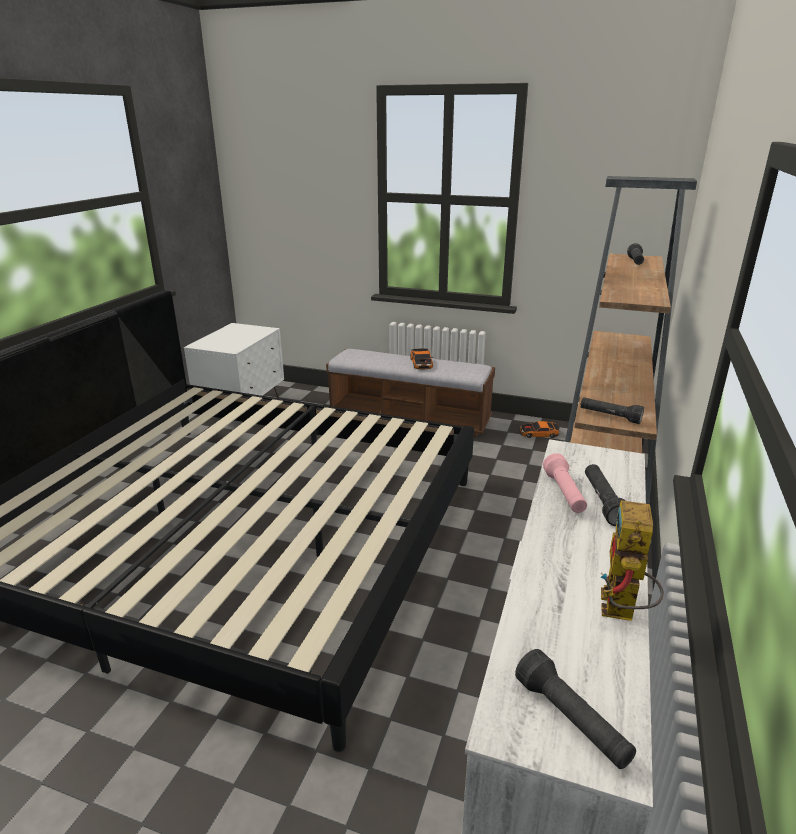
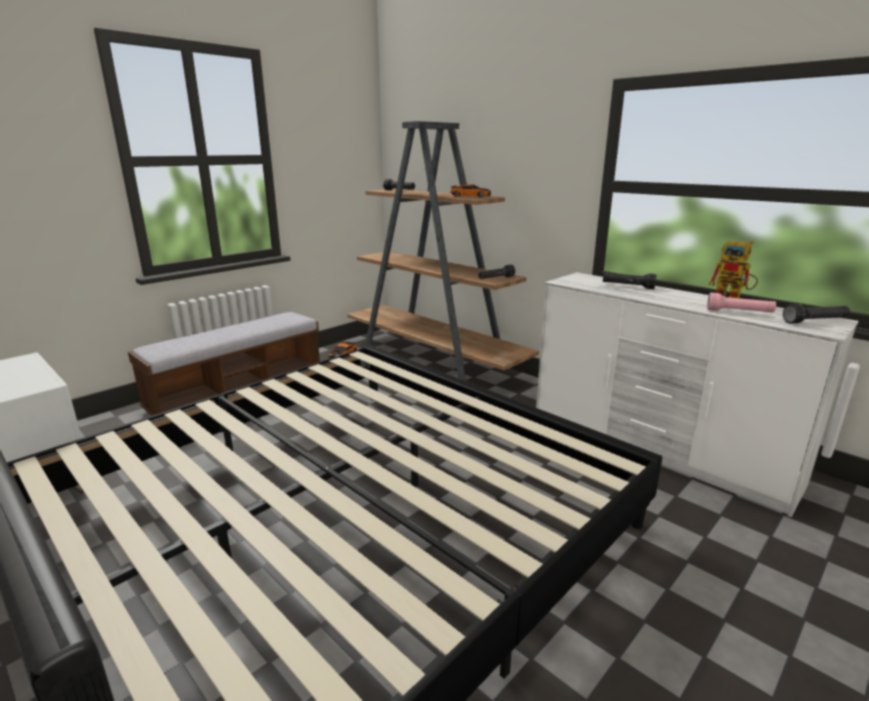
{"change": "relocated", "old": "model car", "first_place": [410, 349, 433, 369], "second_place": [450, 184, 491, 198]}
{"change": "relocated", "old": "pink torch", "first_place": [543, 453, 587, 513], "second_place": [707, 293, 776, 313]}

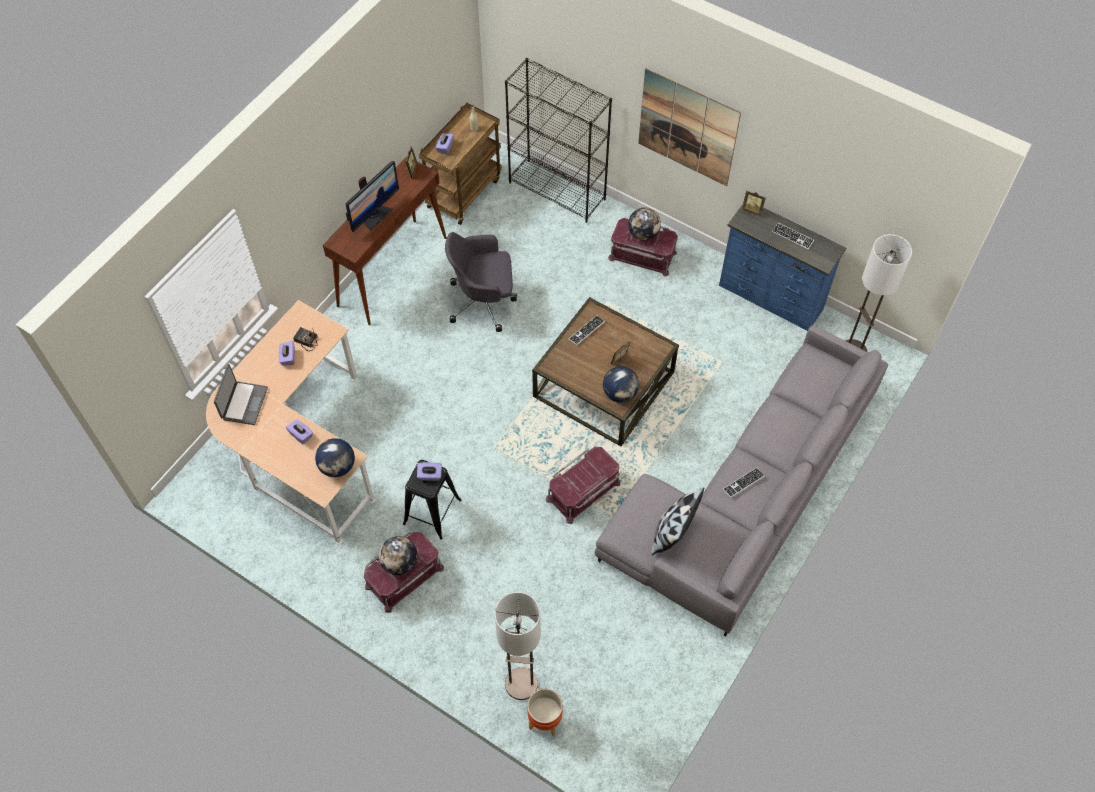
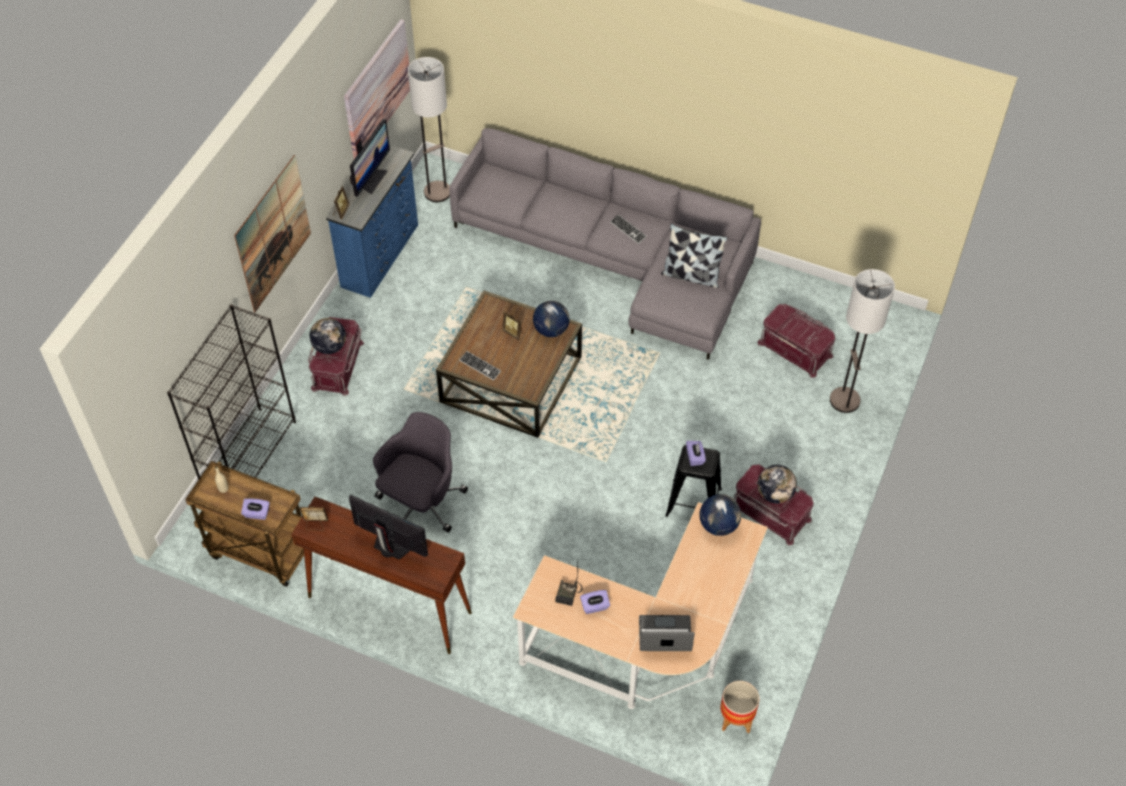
{"change": "appeared", "new": "picture", "second_place": [344, 19, 410, 159]}
{"change": "exchanged", "old": "computer keyboard", "new": "computer screen", "first_place": [772, 223, 814, 249], "second_place": [350, 119, 390, 197]}
{"change": "spun", "old": "greyish office chair", "first_place": [445, 232, 517, 332], "second_place": [373, 412, 468, 533], "degrees": -135}
{"change": "relocated", "old": "flower pot", "first_place": [527, 689, 563, 736], "second_place": [720, 681, 759, 733]}
{"change": "relocated", "old": "red-coloured storage bin", "first_place": [546, 447, 620, 524], "second_place": [758, 304, 835, 378]}
{"change": "missing", "old": "purple tissue box", "first_place": [286, 420, 313, 444]}

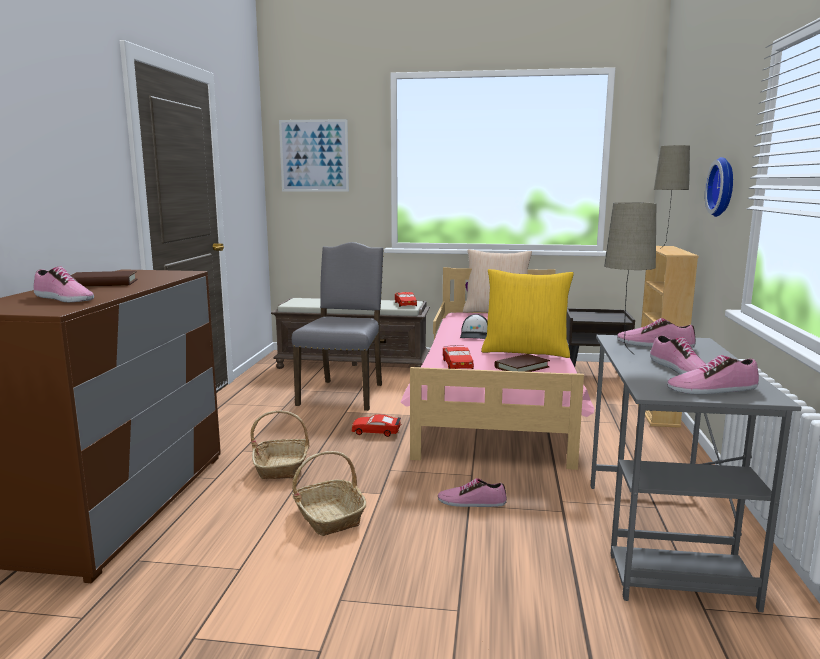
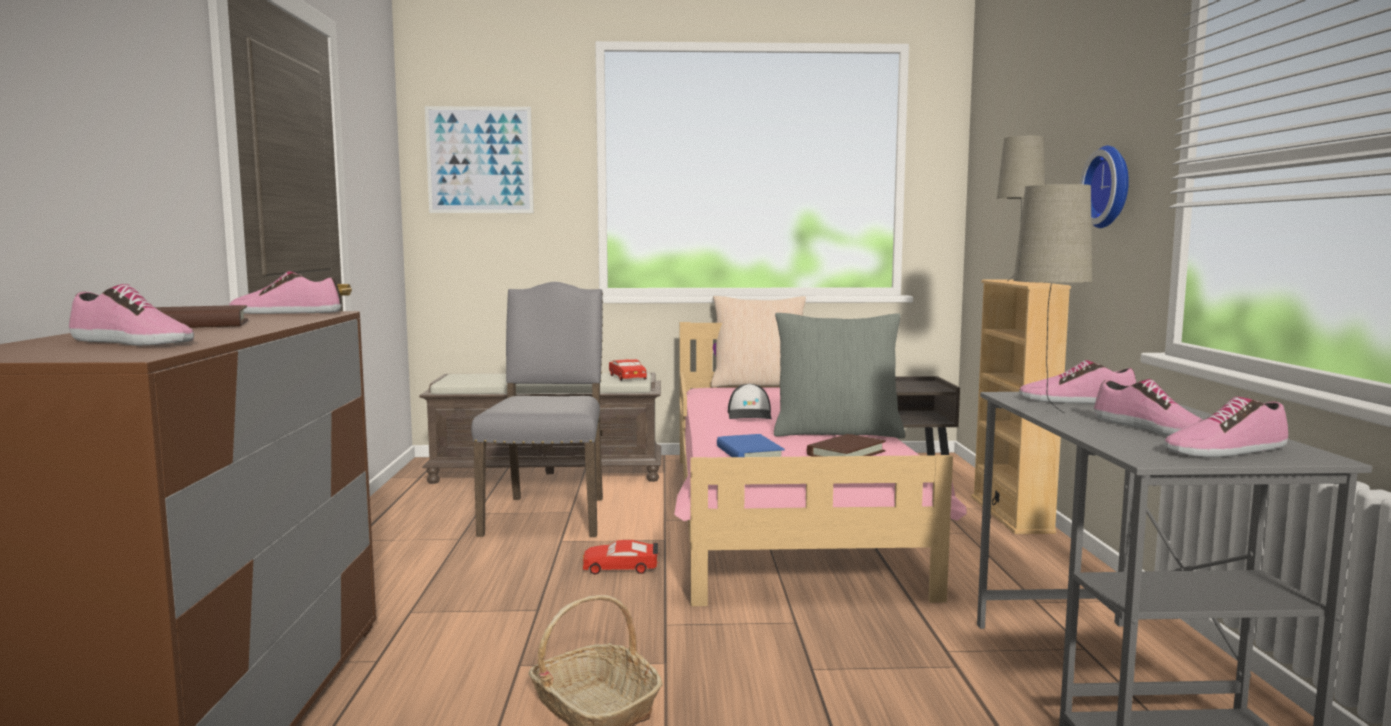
{"change": "relocated", "old": "item of footwear", "first_place": [438, 478, 507, 507], "second_place": [229, 271, 342, 314]}
{"change": "exchanged", "old": "red-coloured model car", "new": "blue bound book", "first_place": [443, 345, 474, 369], "second_place": [717, 434, 785, 457]}
{"change": "colour", "old": "yellow-coloured throw pillow", "new": "greyish throw pillow", "first_place": [481, 269, 574, 358], "second_place": [774, 313, 905, 439]}
{"change": "missing", "old": "household basket", "first_place": [250, 411, 310, 479]}

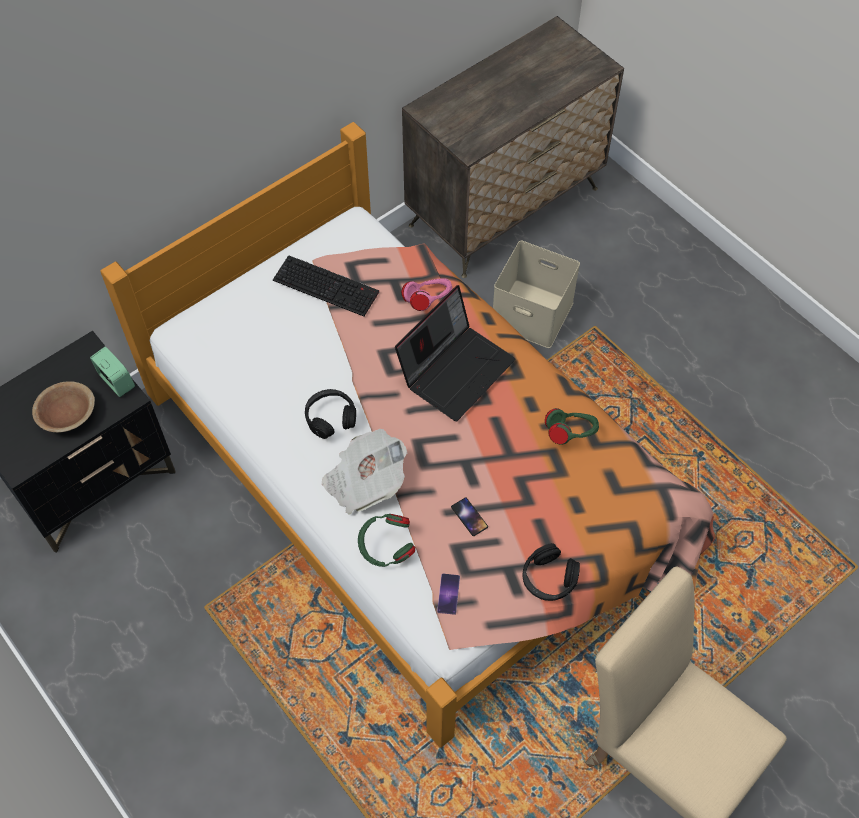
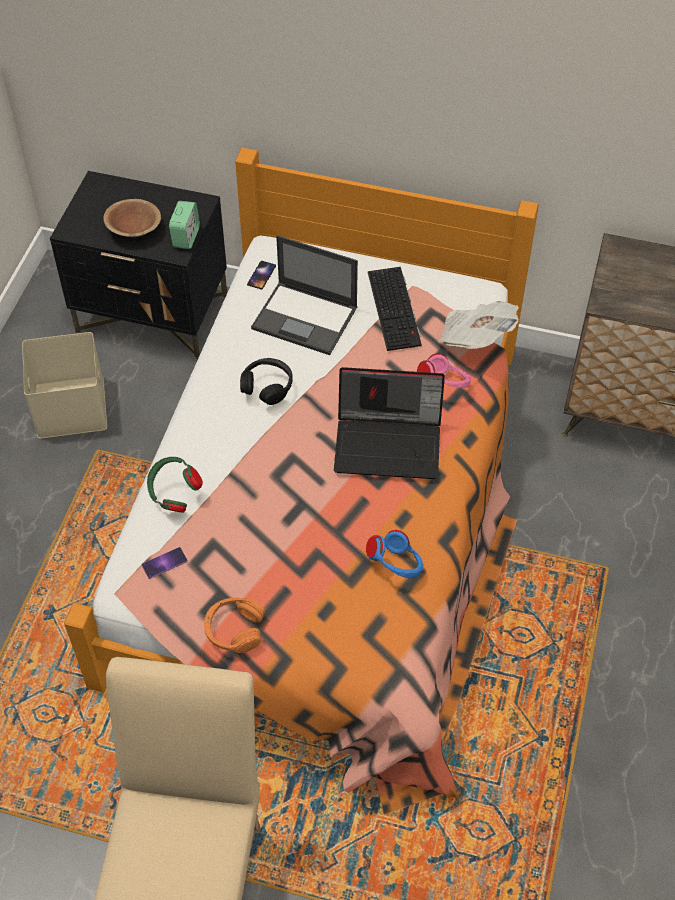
{"change": "relocated", "old": "beige-coloured storage bin", "first_place": [493, 240, 580, 348], "second_place": [22, 332, 107, 439]}
{"change": "colour", "old": "blackish headphones", "new": "orange headphones", "first_place": [522, 543, 580, 601], "second_place": [204, 598, 265, 653]}
{"change": "relocated", "old": "handset", "first_place": [451, 498, 488, 536], "second_place": [247, 261, 276, 290]}
{"change": "appeared", "new": "notebook computer", "second_place": [251, 235, 358, 355]}
{"change": "colour", "old": "green-coloured headphones", "new": "blue headphones", "first_place": [545, 408, 599, 445], "second_place": [366, 530, 424, 578]}
{"change": "relocated", "old": "daily paper", "first_place": [322, 429, 407, 515], "second_place": [438, 301, 519, 349]}

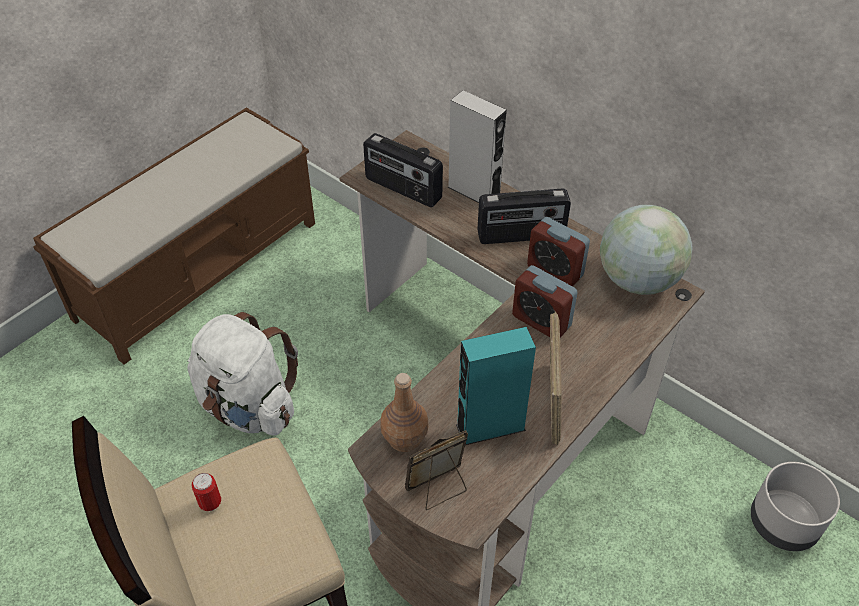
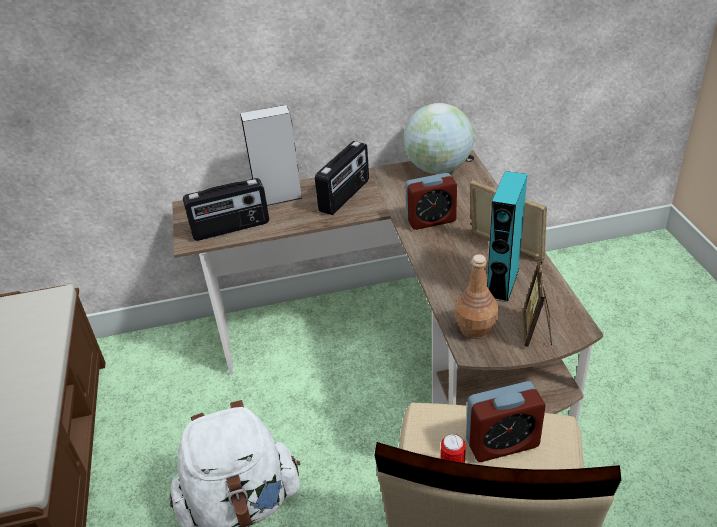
{"change": "relocated", "old": "bedside clock", "first_place": [527, 217, 590, 286], "second_place": [466, 381, 545, 462]}
{"change": "missing", "old": "greyish flower pot", "first_place": [751, 462, 840, 551]}

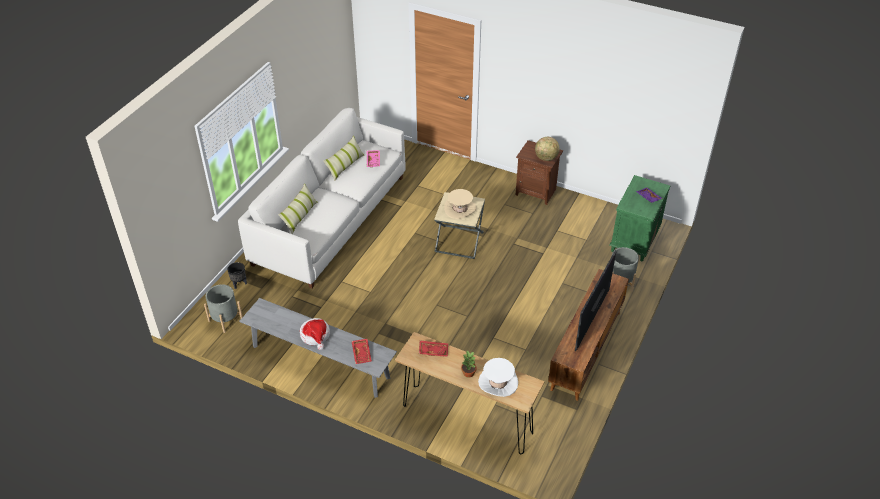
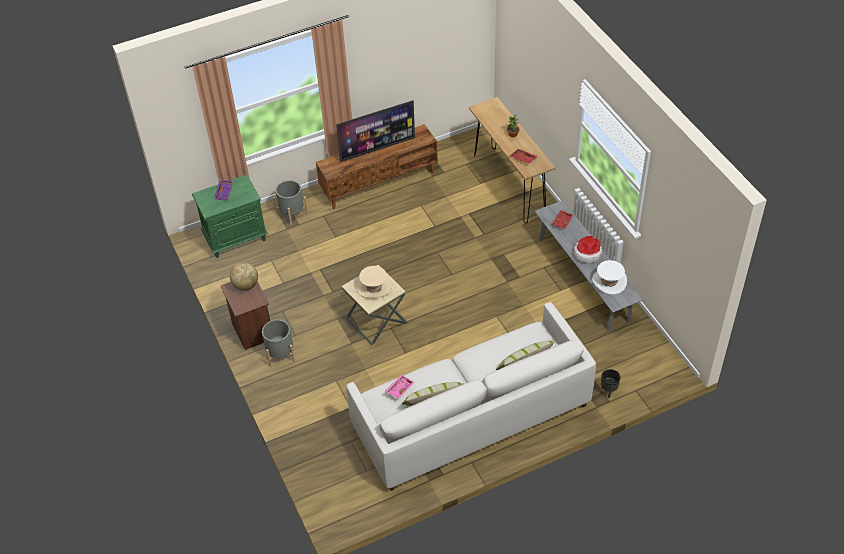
{"change": "relocated", "old": "greyish flower pot", "first_place": [204, 284, 243, 333], "second_place": [262, 319, 295, 367]}
{"change": "relocated", "old": "white-coloured clothing hat", "first_place": [478, 358, 518, 397], "second_place": [592, 260, 627, 295]}

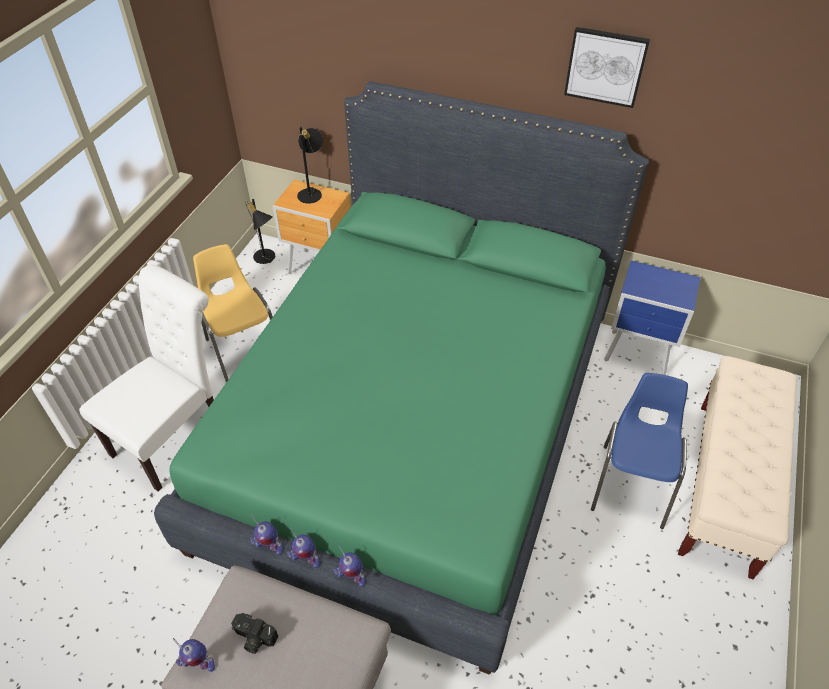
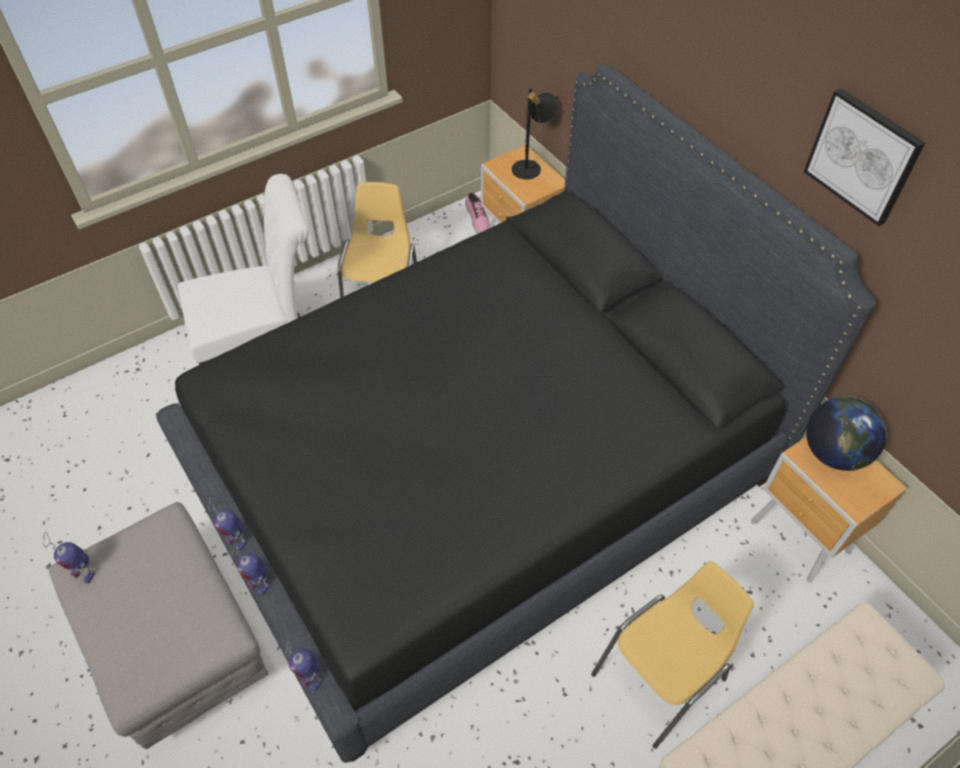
{"change": "colour", "old": "green-coloured bed", "new": "blackish bed", "first_place": [154, 82, 649, 675], "second_place": [156, 64, 876, 763]}
{"change": "relocated", "old": "model robot", "first_place": [250, 514, 282, 555], "second_place": [285, 640, 322, 692]}
{"change": "exchanged", "old": "blackish tabletop lamp", "new": "item of footwear", "first_place": [245, 199, 275, 264], "second_place": [465, 192, 490, 233]}
{"change": "colour", "old": "blue plain chair", "new": "yellow-coloured plain chair", "first_place": [591, 373, 688, 529], "second_place": [591, 561, 754, 749]}
{"change": "colour", "old": "blue nightstand", "new": "brownish nightstand", "first_place": [604, 261, 700, 375], "second_place": [751, 437, 907, 583]}
{"change": "appeared", "new": "world globe", "second_place": [806, 396, 887, 471]}
{"change": "missing", "old": "still camera", "first_place": [231, 613, 278, 654]}

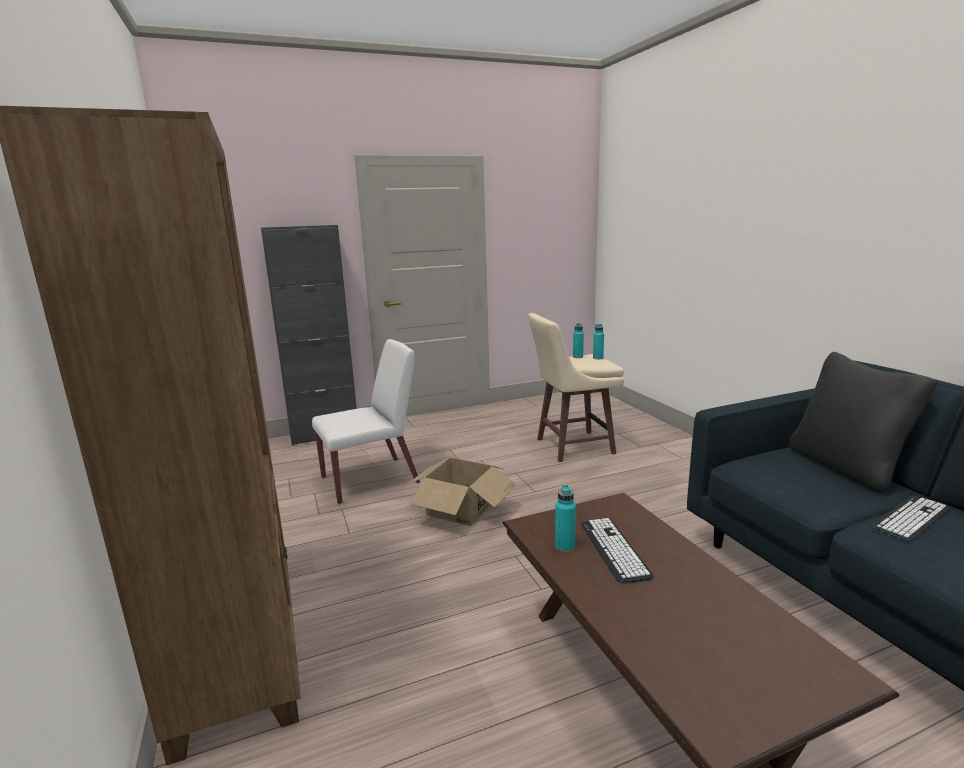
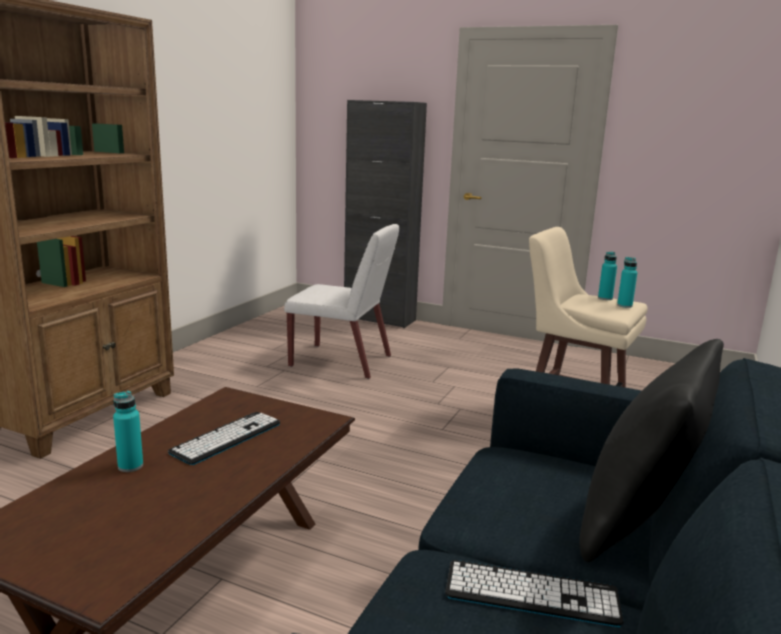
{"change": "relocated", "old": "blue-green drink bottle", "first_place": [555, 485, 576, 552], "second_place": [113, 391, 143, 472]}
{"change": "missing", "old": "cardboard box", "first_place": [403, 457, 517, 526]}

